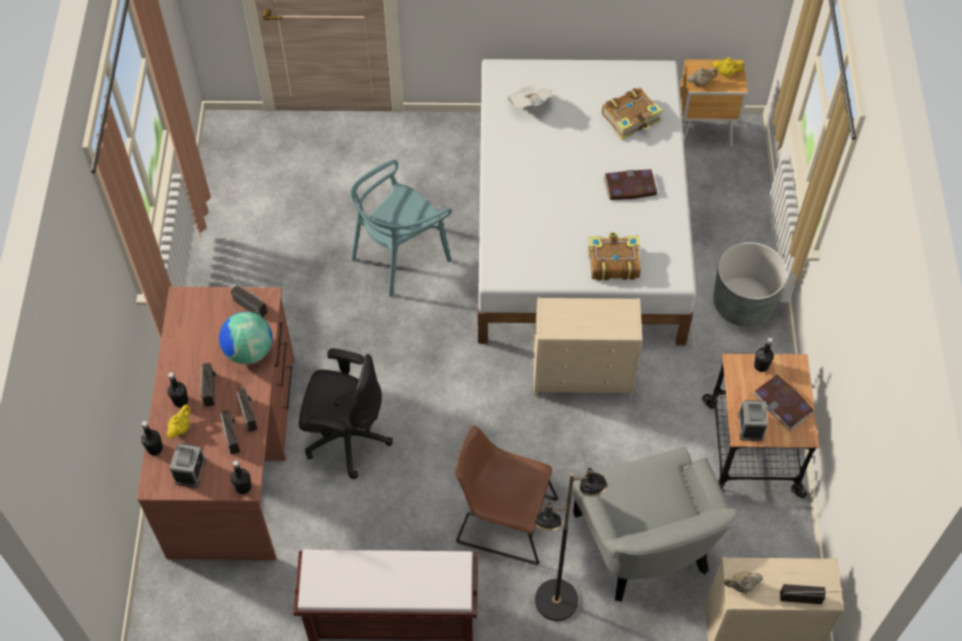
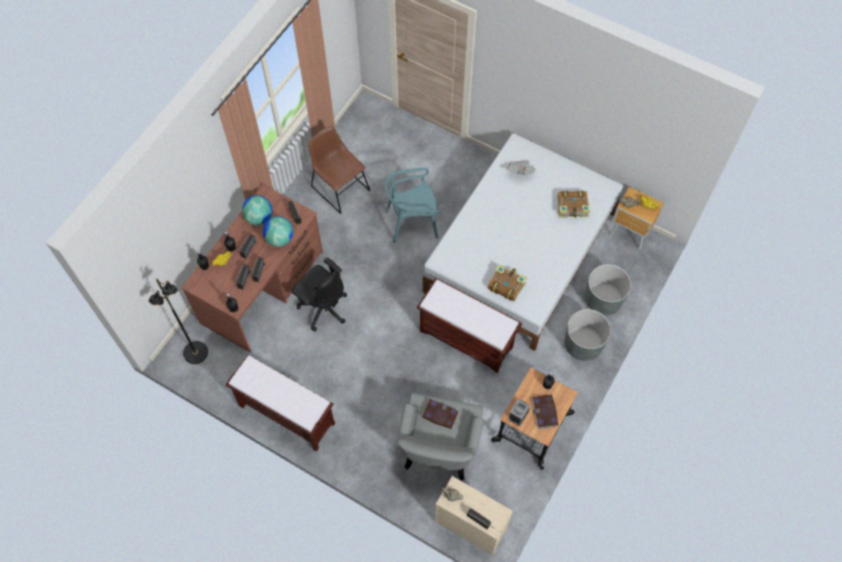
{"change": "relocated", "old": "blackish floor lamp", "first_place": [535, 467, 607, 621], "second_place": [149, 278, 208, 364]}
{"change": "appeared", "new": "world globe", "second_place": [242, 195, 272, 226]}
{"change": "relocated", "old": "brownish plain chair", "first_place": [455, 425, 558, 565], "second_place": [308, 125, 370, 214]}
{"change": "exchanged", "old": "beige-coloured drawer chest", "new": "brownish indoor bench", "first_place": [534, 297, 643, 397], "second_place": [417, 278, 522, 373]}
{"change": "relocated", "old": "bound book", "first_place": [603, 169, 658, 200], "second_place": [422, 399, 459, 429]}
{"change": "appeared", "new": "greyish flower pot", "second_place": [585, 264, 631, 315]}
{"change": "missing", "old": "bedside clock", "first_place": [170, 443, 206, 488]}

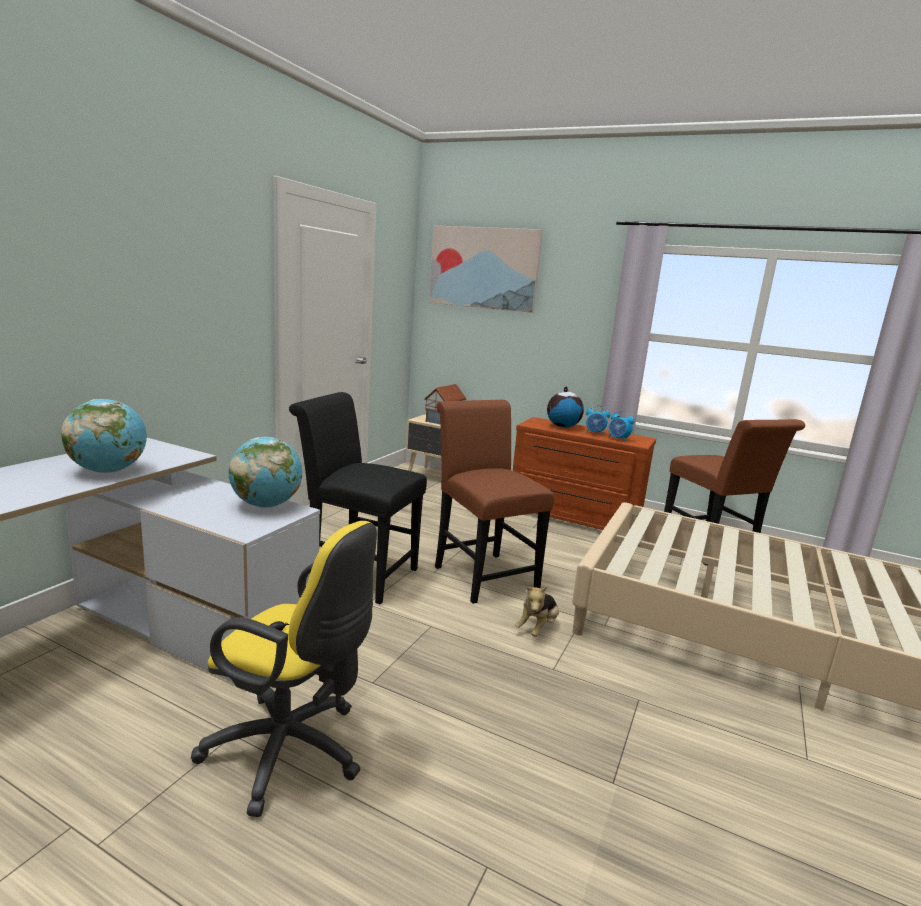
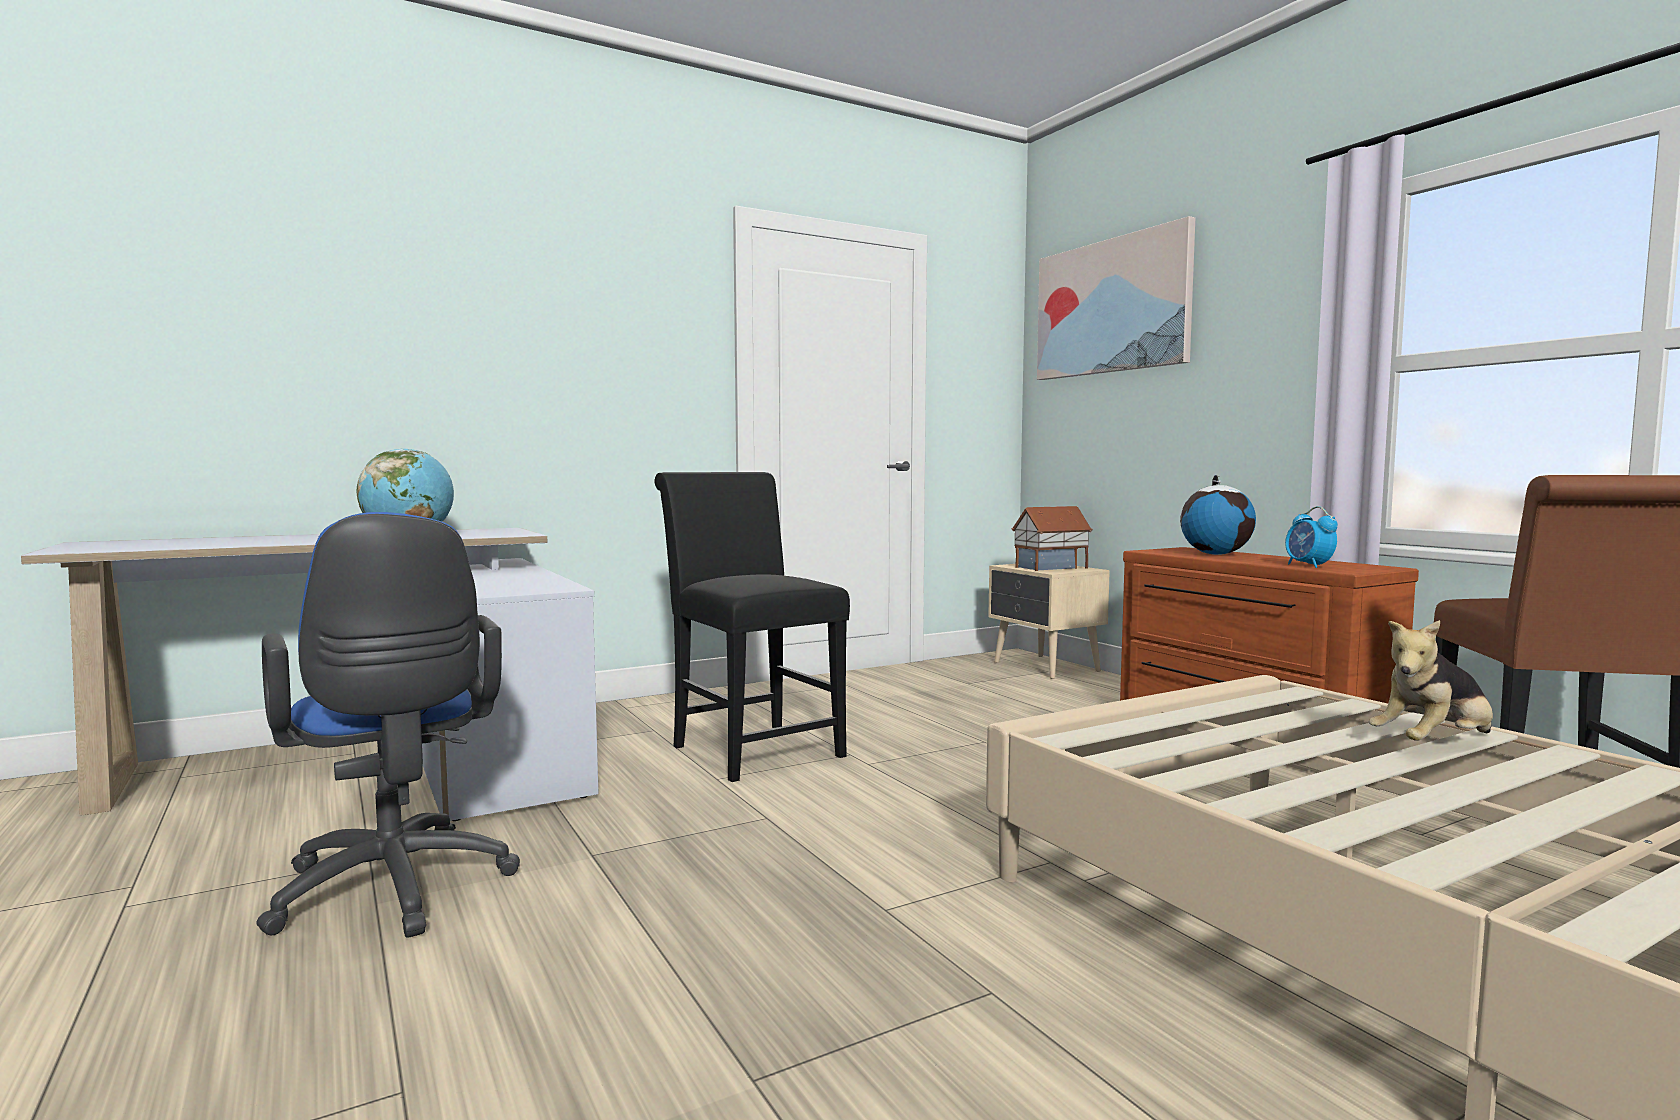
{"change": "colour", "old": "yellow-coloured office chair", "new": "blue office chair", "first_place": [191, 521, 377, 817], "second_place": [256, 512, 520, 938]}
{"change": "relocated", "old": "soft toy", "first_place": [515, 586, 559, 637], "second_place": [1369, 620, 1493, 741]}
{"change": "missing", "old": "world globe", "first_place": [229, 437, 302, 508]}
{"change": "missing", "old": "brownish plain chair", "first_place": [435, 400, 554, 604]}
{"change": "missing", "old": "bedside clock", "first_place": [585, 405, 610, 435]}

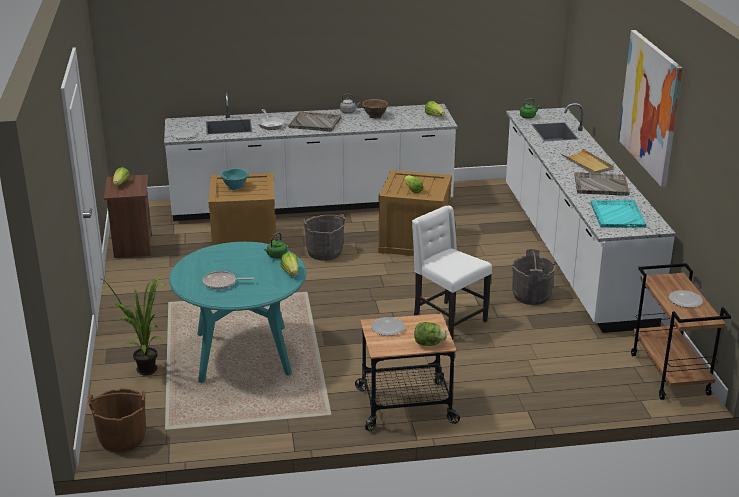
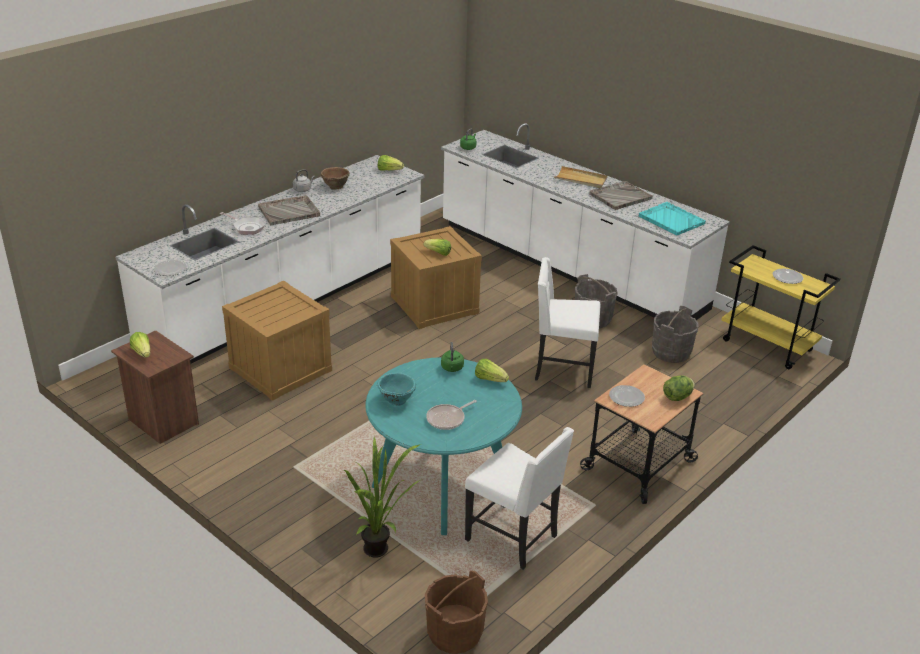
{"change": "relocated", "old": "blue-green deep dish", "first_place": [220, 168, 248, 190], "second_place": [377, 373, 416, 406]}
{"change": "appeared", "new": "white-coloured plain chair", "second_place": [465, 427, 574, 570]}
{"change": "relocated", "old": "greyish pail", "first_place": [303, 214, 345, 261], "second_place": [652, 306, 698, 363]}
{"change": "colour", "old": "brownish cart", "new": "yellow-coloured cart", "first_place": [631, 263, 731, 400], "second_place": [722, 245, 840, 369]}
{"change": "missing", "old": "picture", "first_place": [618, 30, 683, 187]}

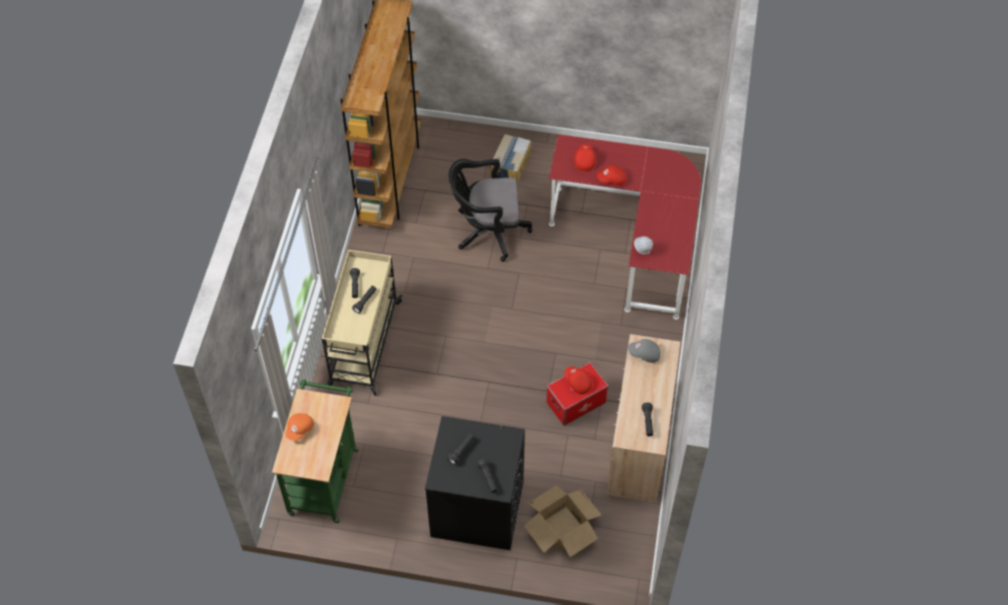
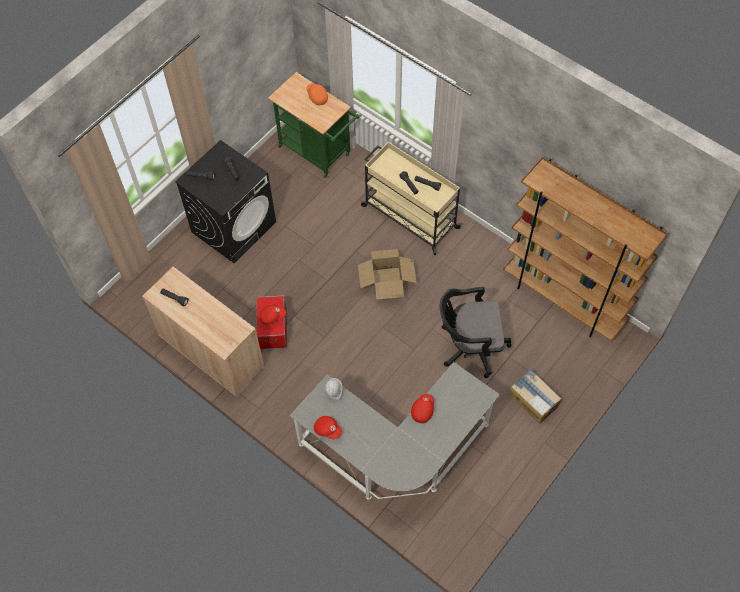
{"change": "colour", "old": "red-coloured desk table", "new": "greyish desk table", "first_place": [549, 134, 701, 320], "second_place": [290, 362, 500, 500]}
{"change": "relocated", "old": "red-coloured peaked cap", "first_place": [574, 144, 596, 172], "second_place": [314, 416, 342, 439]}
{"change": "relocated", "old": "cardboard box", "first_place": [524, 486, 601, 557], "second_place": [358, 249, 417, 300]}
{"change": "spun", "old": "blackish office chair", "first_place": [449, 159, 533, 262], "second_place": [440, 287, 511, 378], "degrees": -120}
{"change": "missing", "old": "greyish peaked cap", "first_place": [628, 339, 660, 363]}

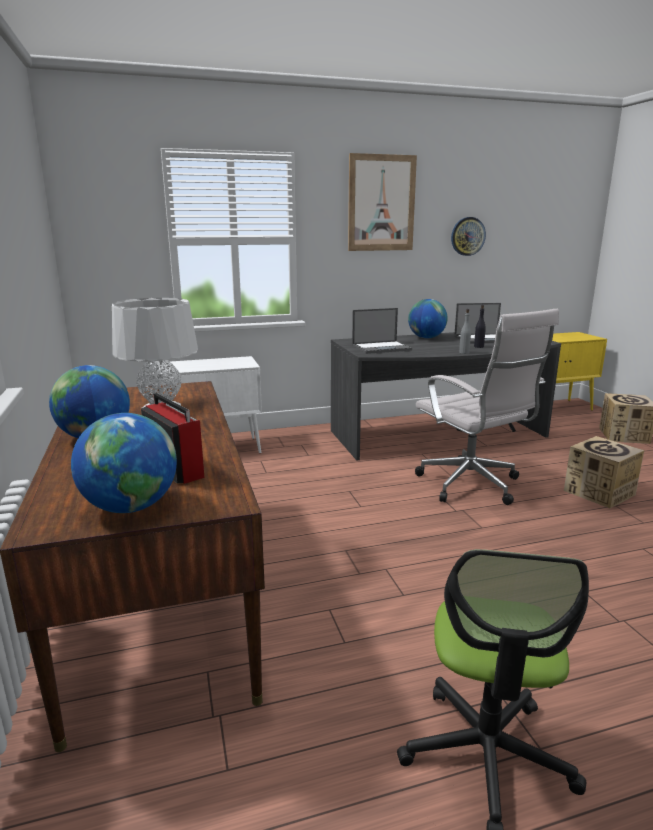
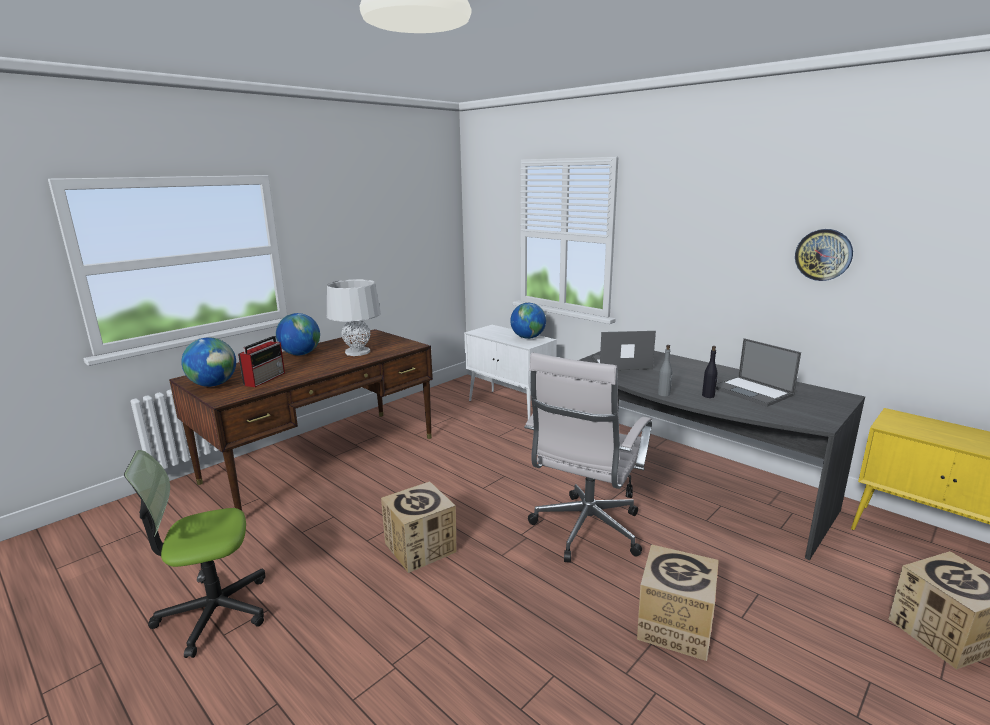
{"change": "appeared", "new": "cardboard box", "second_place": [381, 481, 457, 573]}
{"change": "relocated", "old": "world globe", "first_place": [408, 299, 448, 338], "second_place": [510, 303, 546, 339]}
{"change": "spun", "old": "notebook computer", "first_place": [352, 308, 412, 354], "second_place": [591, 331, 656, 370], "degrees": 135}
{"change": "missing", "old": "picture", "first_place": [348, 153, 417, 251]}

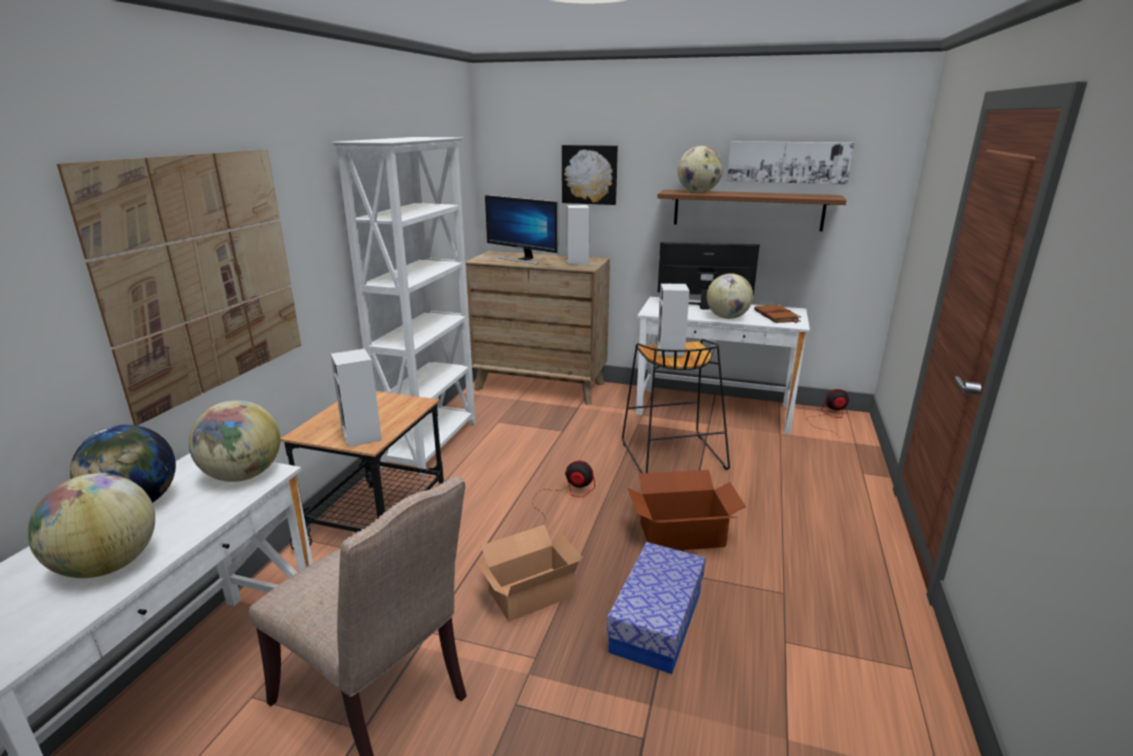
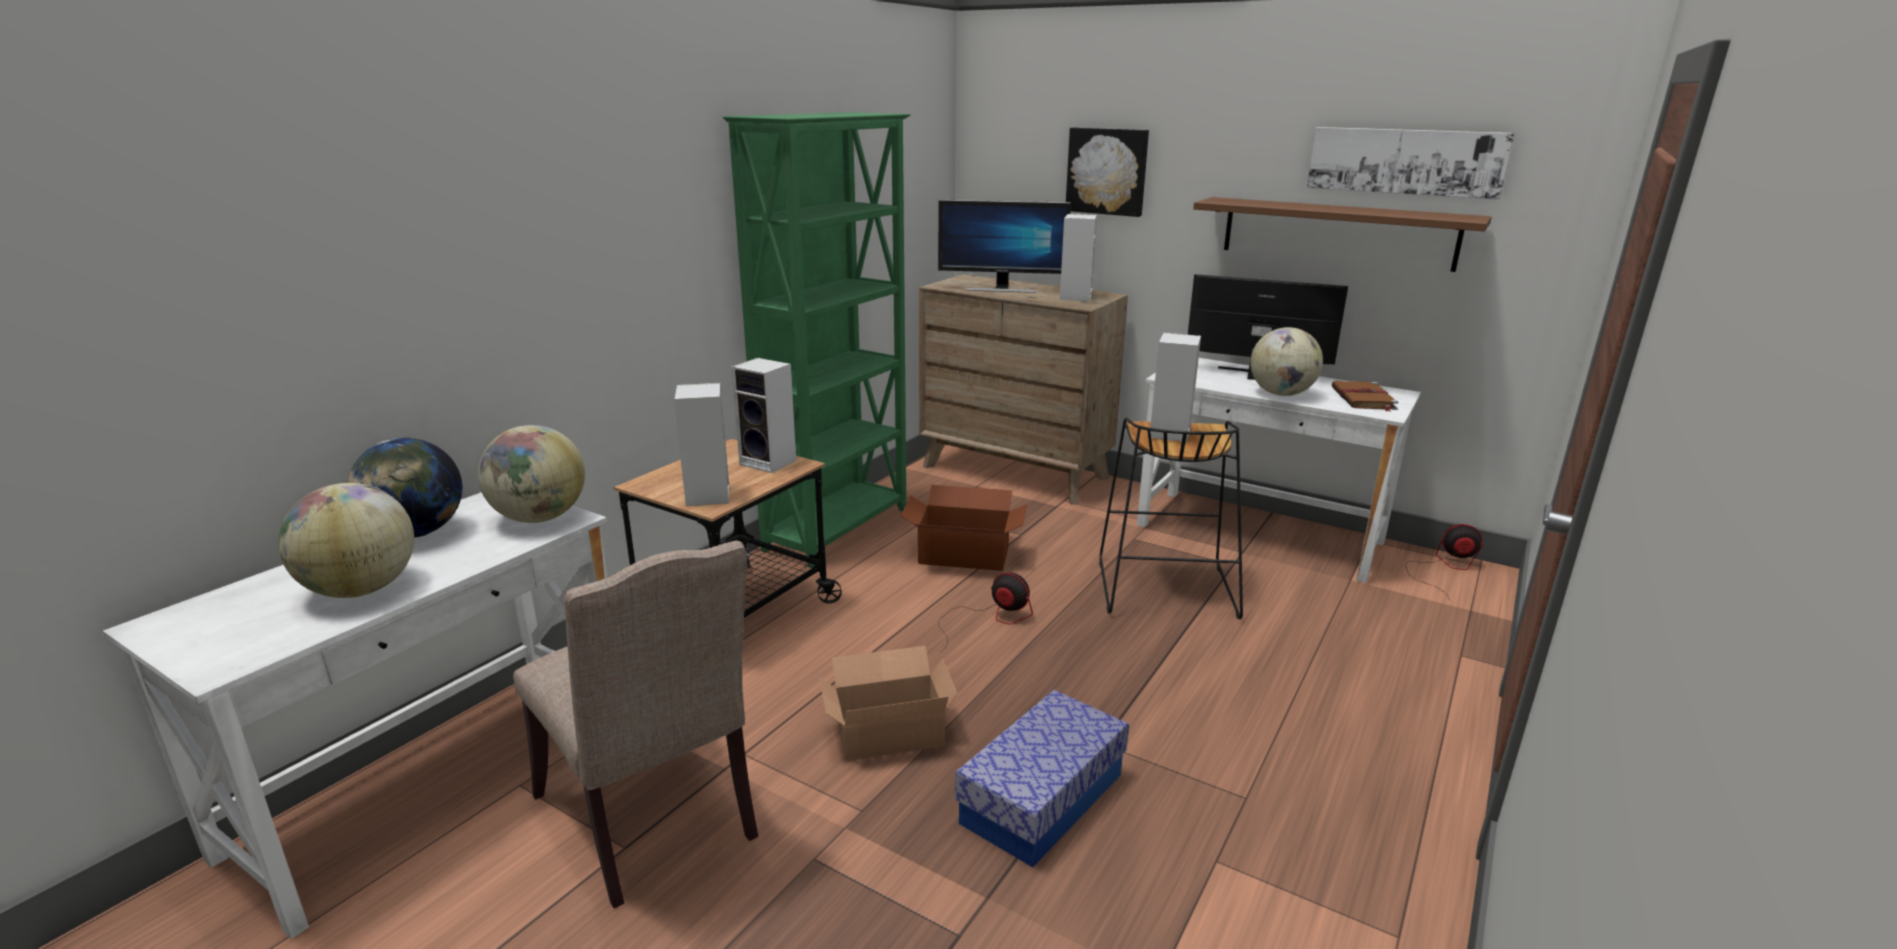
{"change": "colour", "old": "white-coloured shelving unit", "new": "green-coloured shelving unit", "first_place": [332, 137, 475, 477], "second_place": [723, 112, 911, 568]}
{"change": "appeared", "new": "speaker", "second_place": [731, 358, 796, 473]}
{"change": "relocated", "old": "cardboard box", "first_place": [628, 470, 746, 550], "second_place": [901, 485, 1027, 571]}
{"change": "spun", "old": "computer screen", "first_place": [485, 195, 559, 265], "second_place": [938, 200, 1071, 293], "degrees": -45}
{"change": "missing", "old": "picture", "first_place": [57, 150, 301, 425]}
{"change": "missing", "old": "world globe", "first_place": [678, 146, 723, 193]}

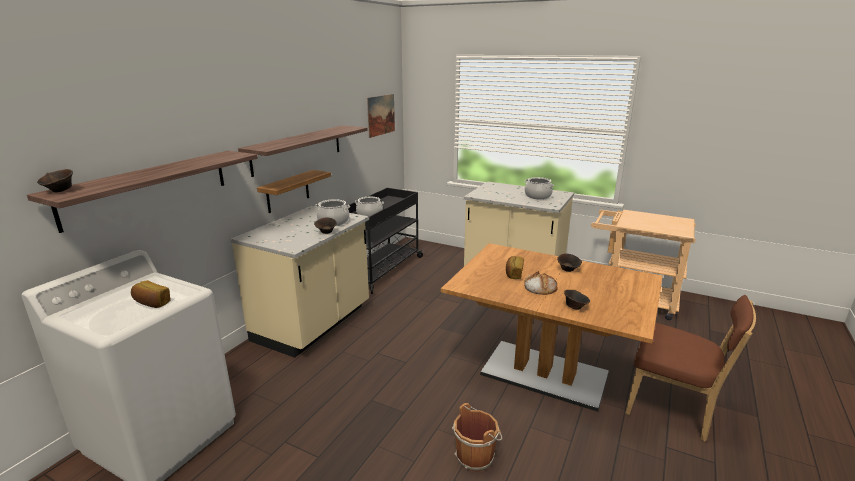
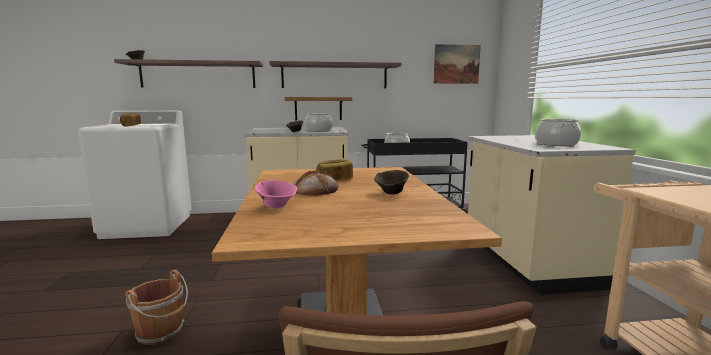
{"change": "colour", "old": "brownish deep dish", "new": "pink deep dish", "first_place": [564, 290, 590, 310], "second_place": [255, 180, 297, 208]}

